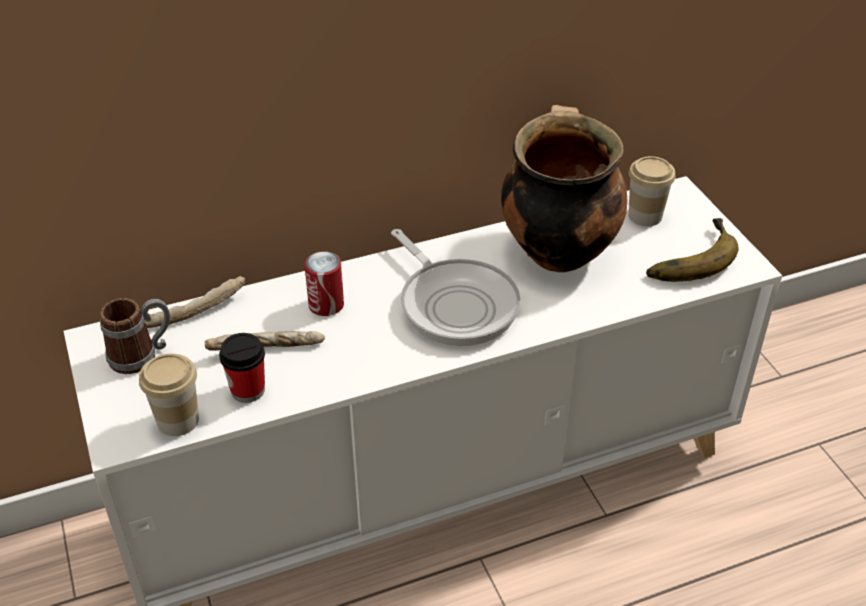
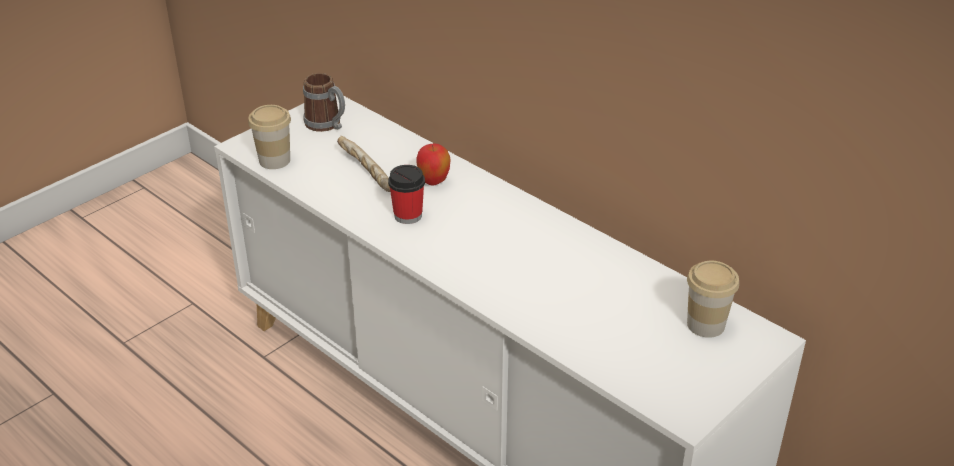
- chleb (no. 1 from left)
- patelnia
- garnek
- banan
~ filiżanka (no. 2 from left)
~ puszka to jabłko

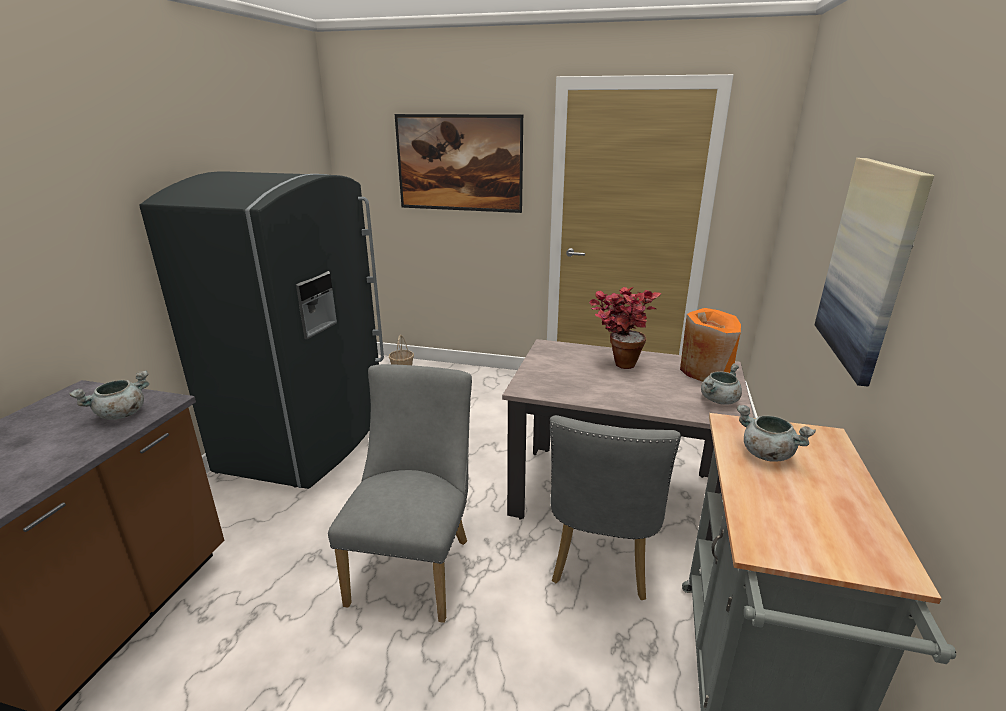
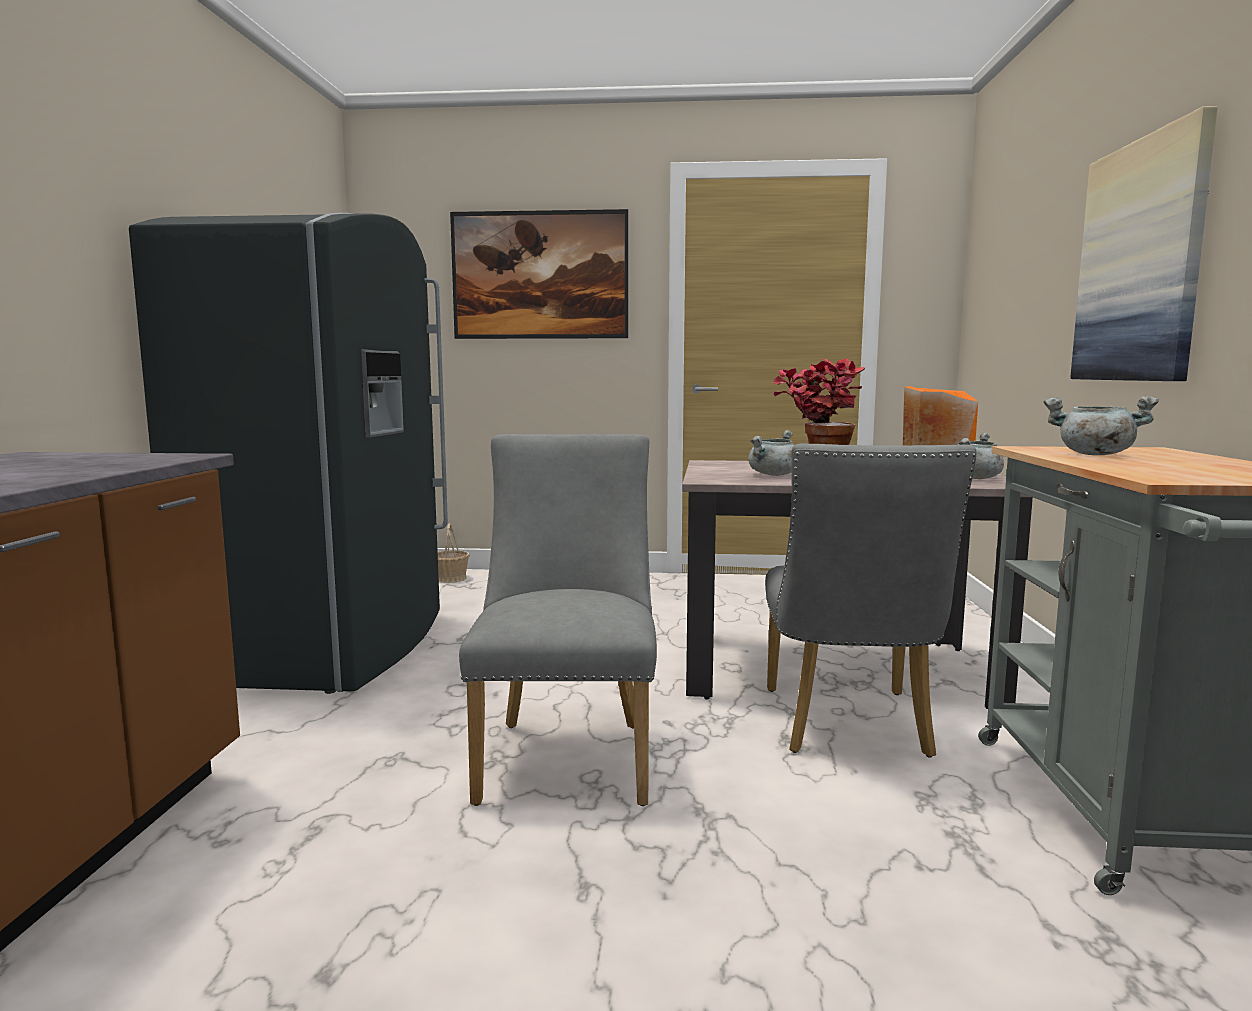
~ garnek [szary] (no. 1 from left)

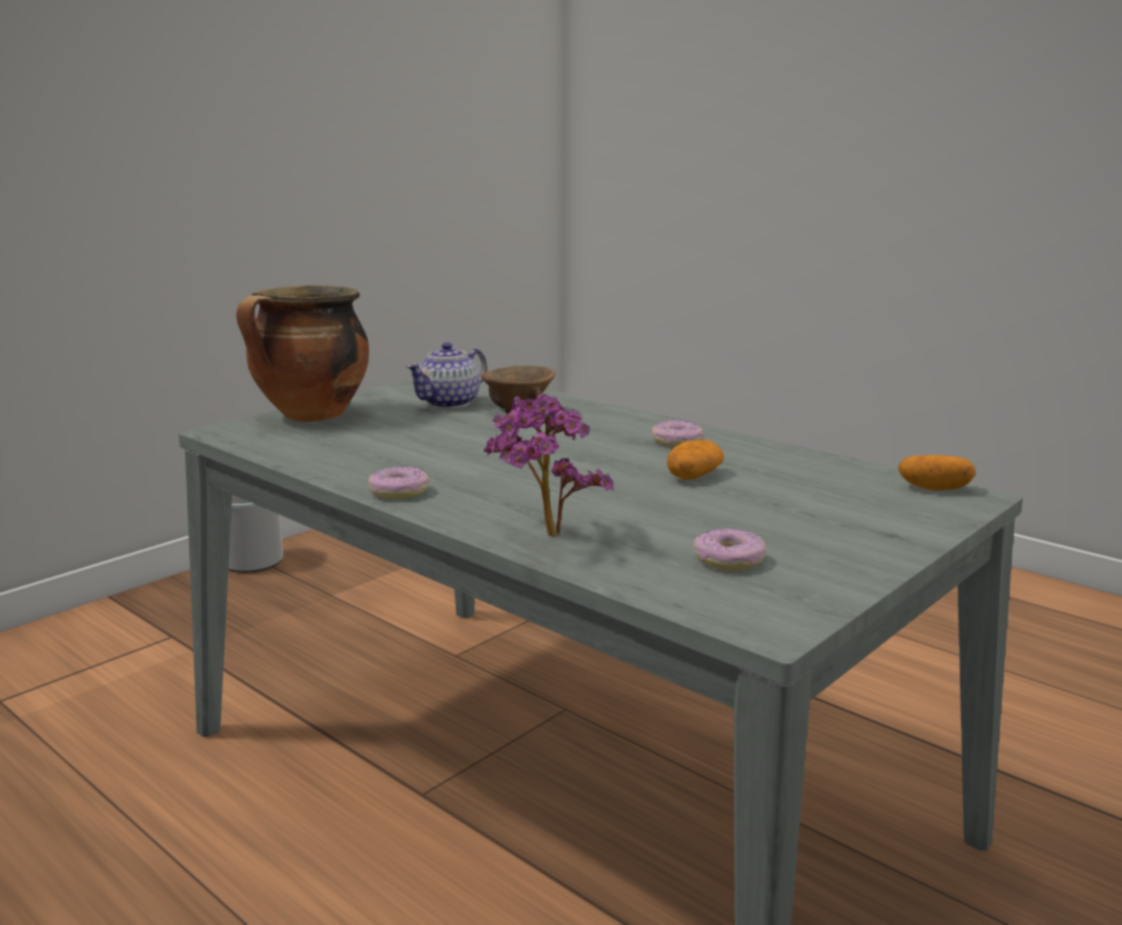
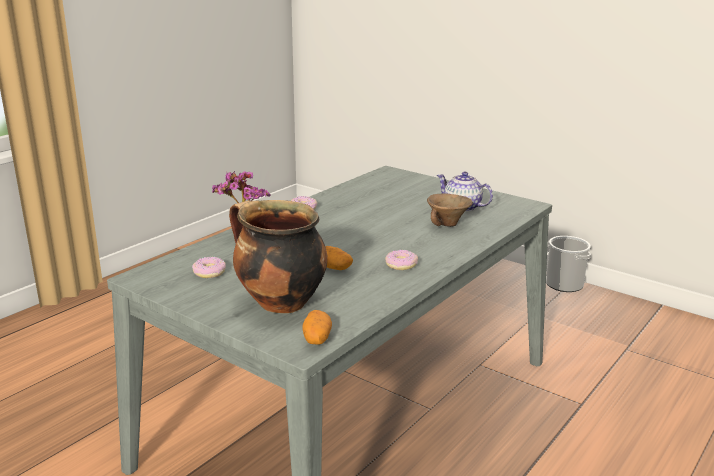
~ garnek

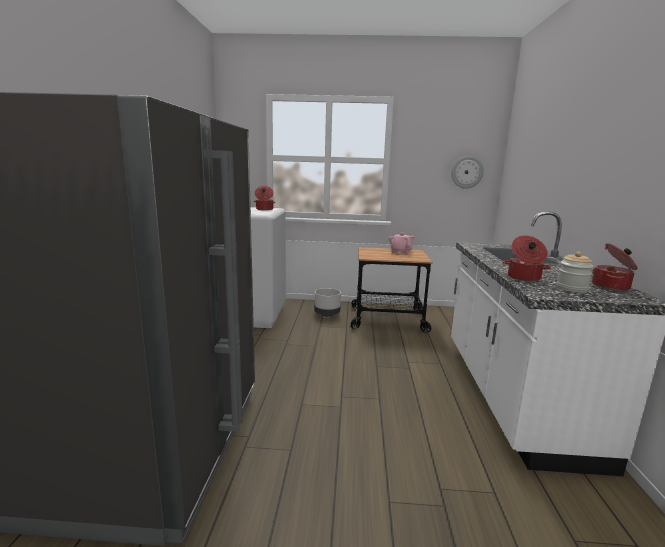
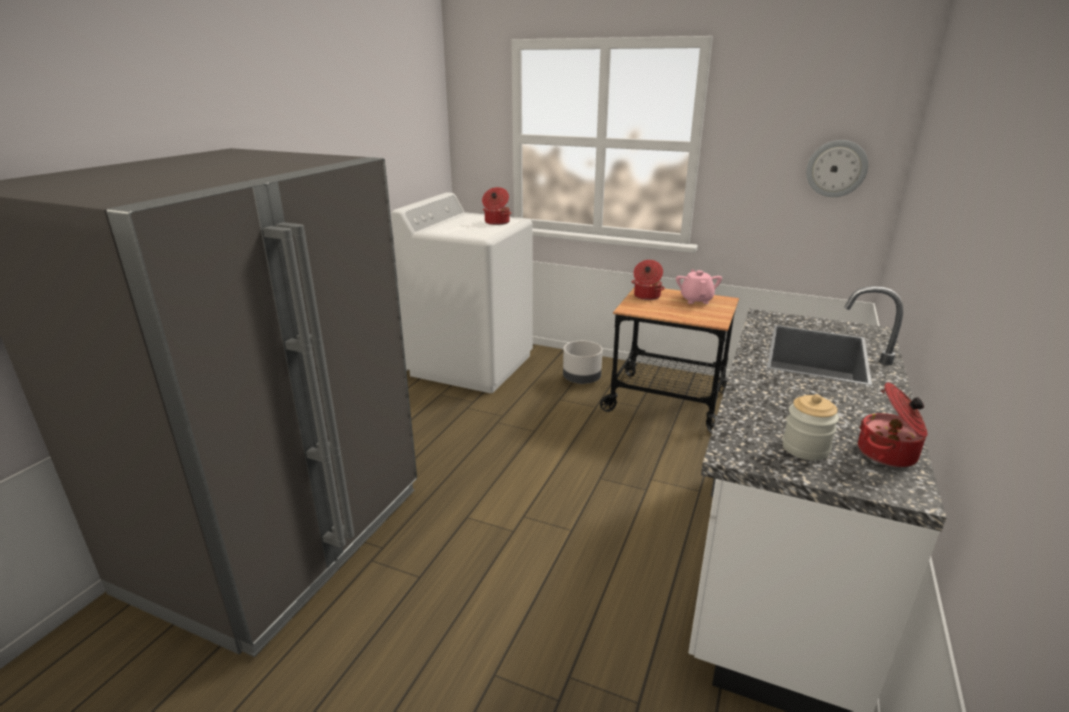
~ garnek (no. 2 from left)

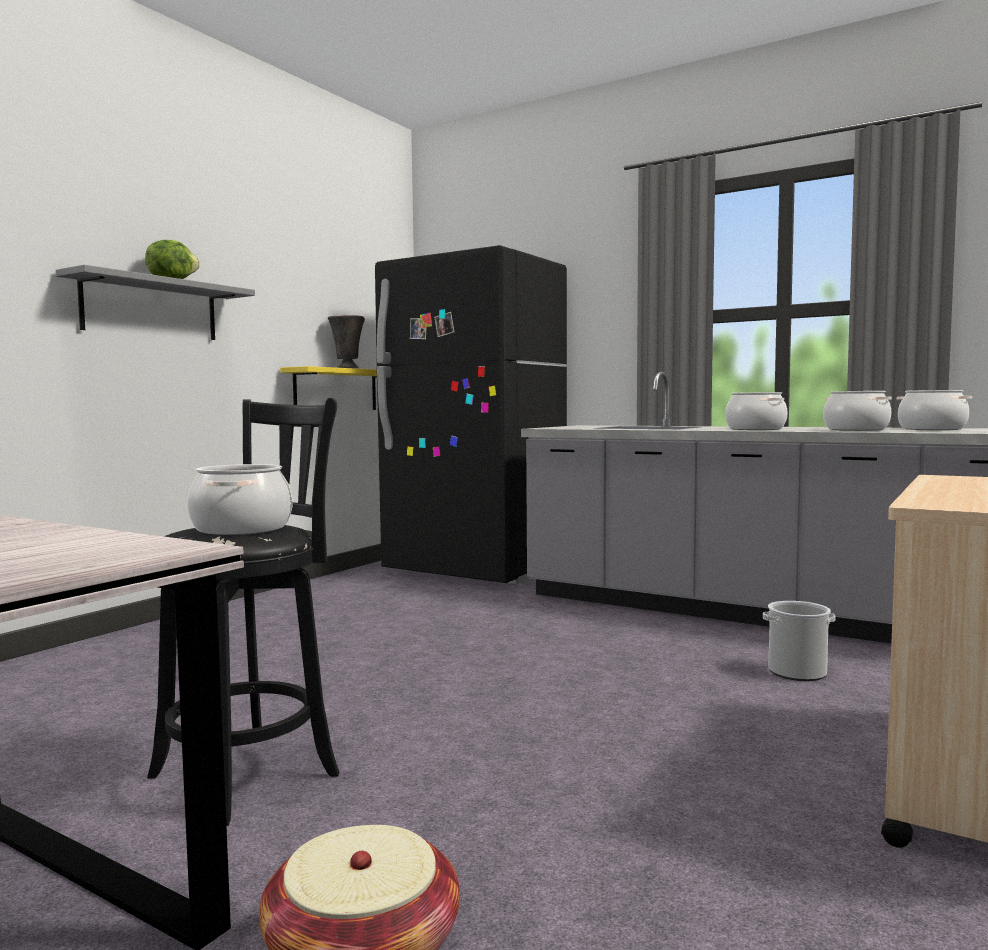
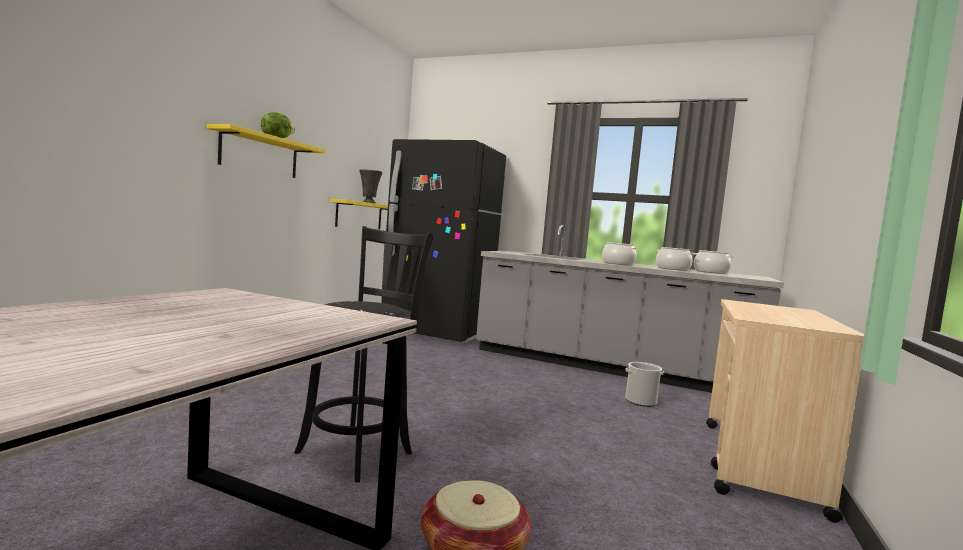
- garnek (no. 1 from left)
~ półka [szary] to półka [żółty] (no. 1 from left)

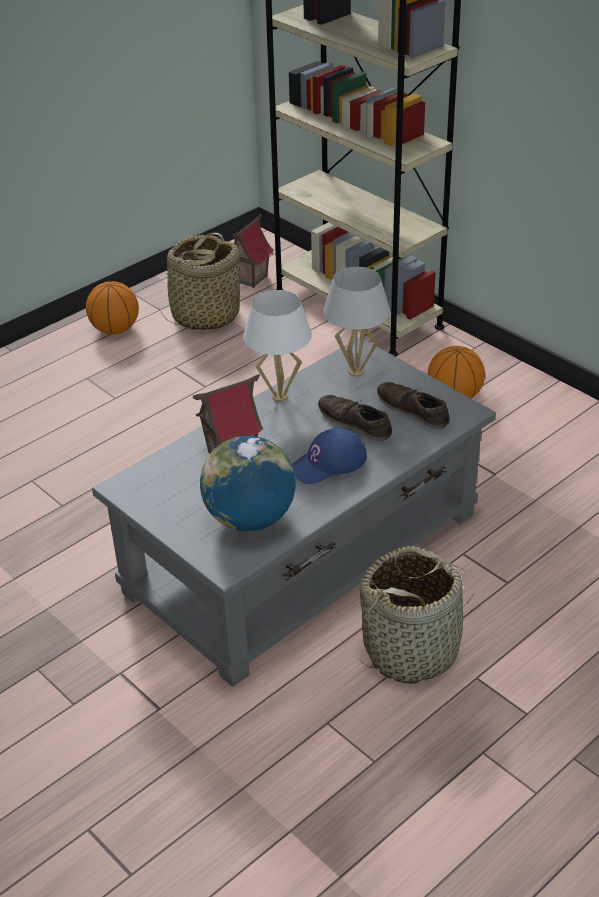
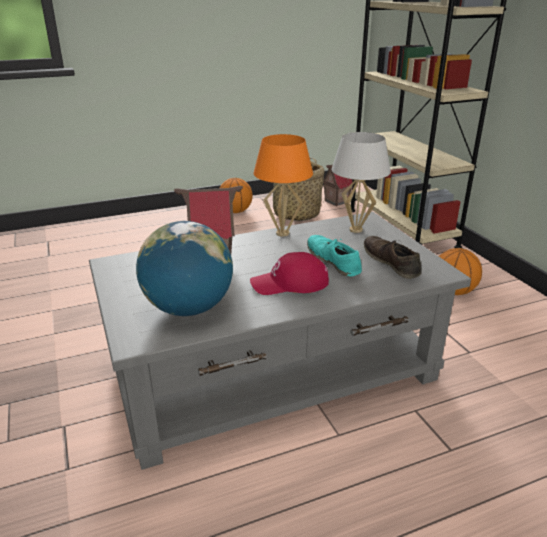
- koszyk (no. 2 from left)
~ lampa stołowa [biały] (no. 1 from left) to lampa stołowa [pomarańczowy]
~ czapka z daszkiem [niebieski] to czapka z daszkiem [czerwony]
~ but [brązowy] (no. 1 from left) to but [turkusowy]

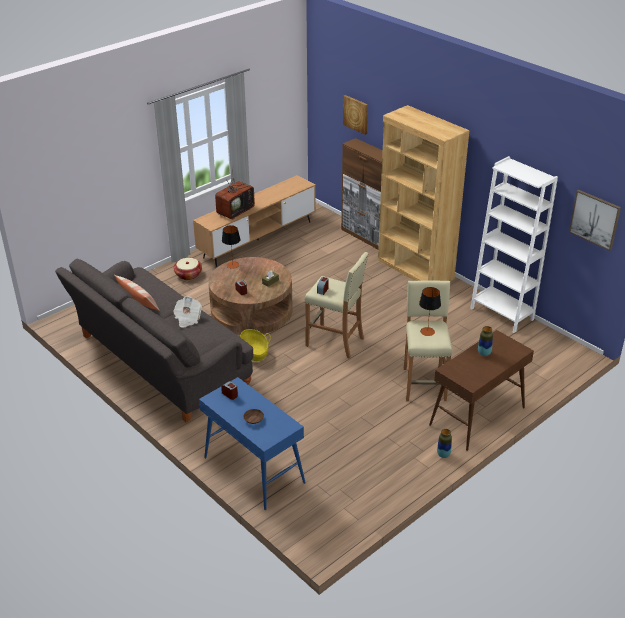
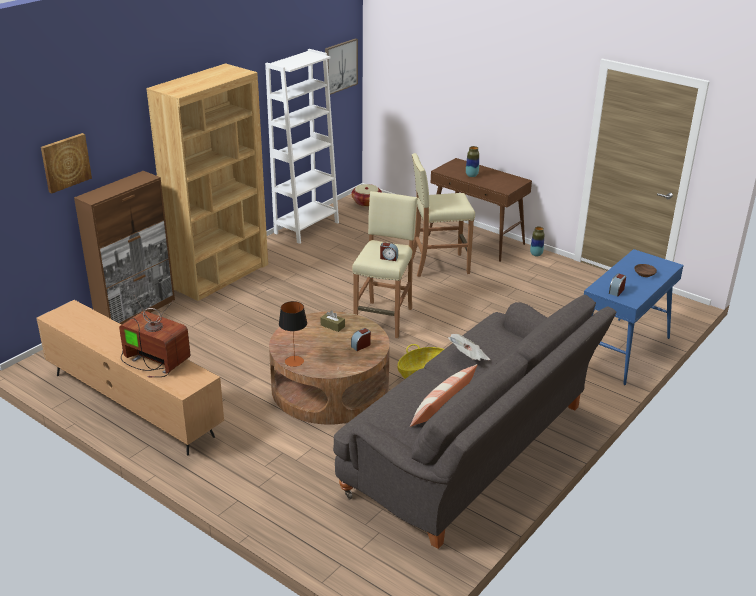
- lampa stołowa (no. 2 from left)
~ koszyk (no. 1 from left)

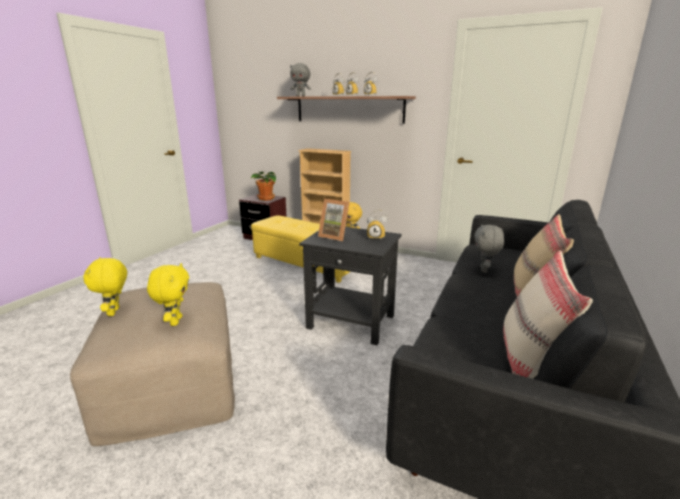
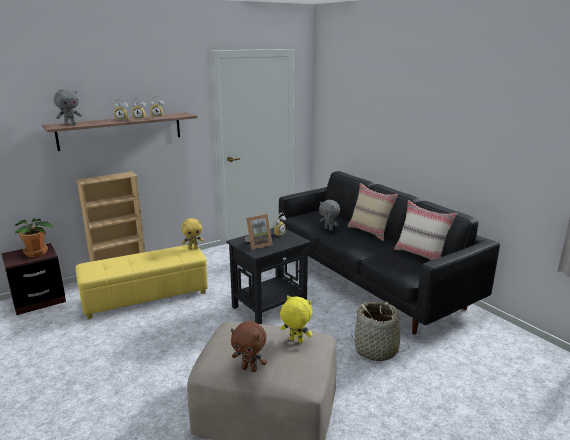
+ koszyk
~ pluszak [żółty] (no. 1 from left) to pluszak [brązowy]

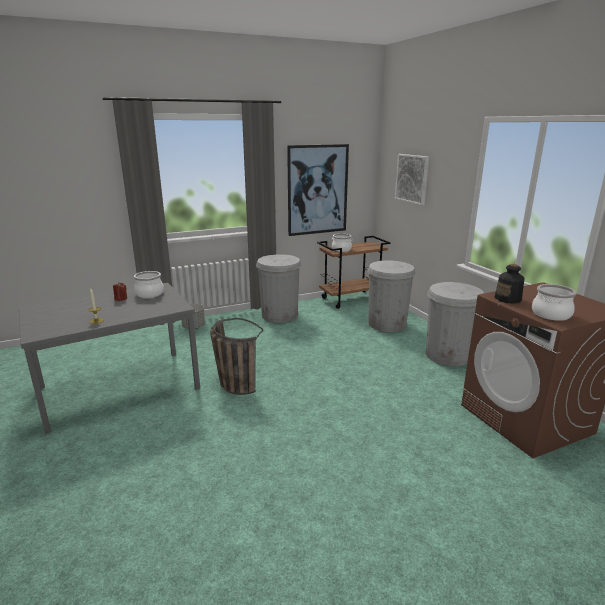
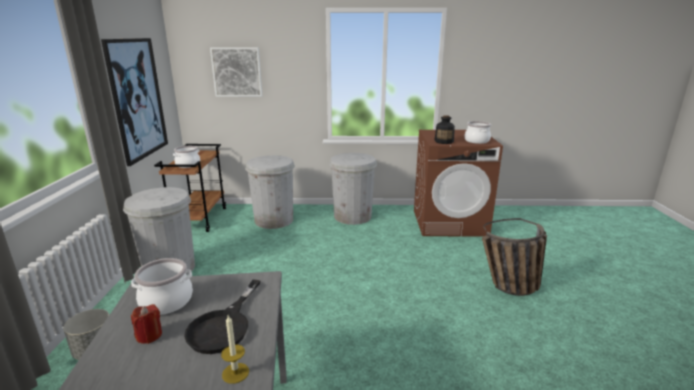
+ patelnia [czarny]
~ koszyk

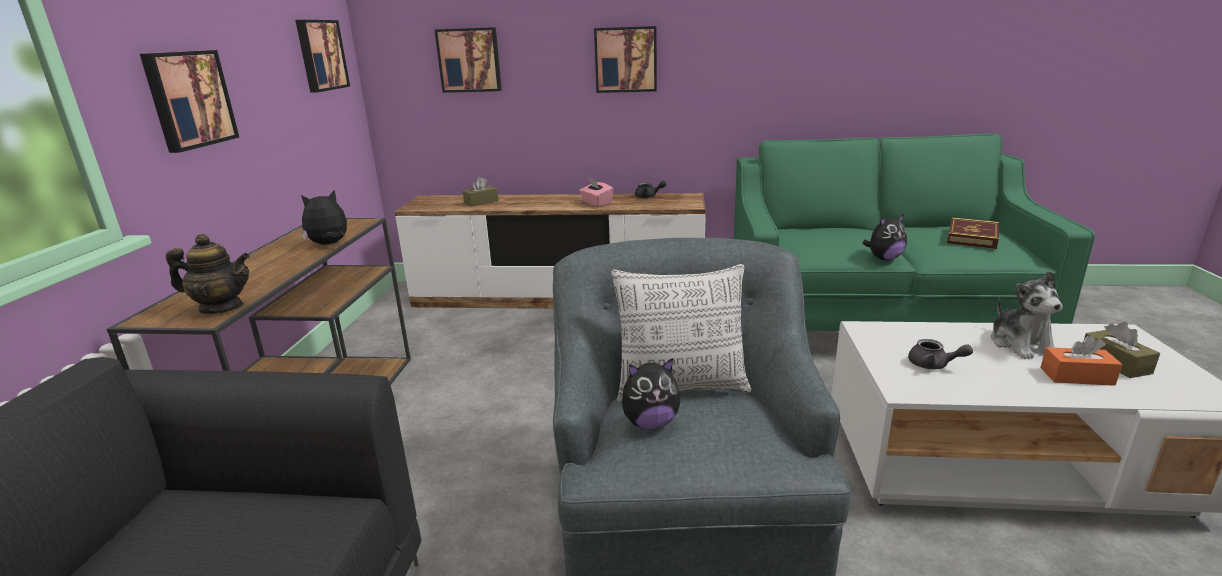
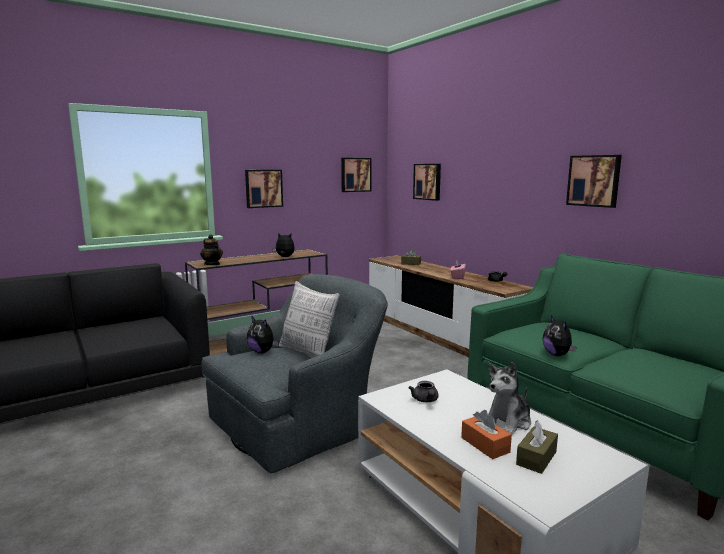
- książka
~ obraz (no. 4 from left)
~ pluszak (no. 3 from left in the first image) 45 degrees clockwise

